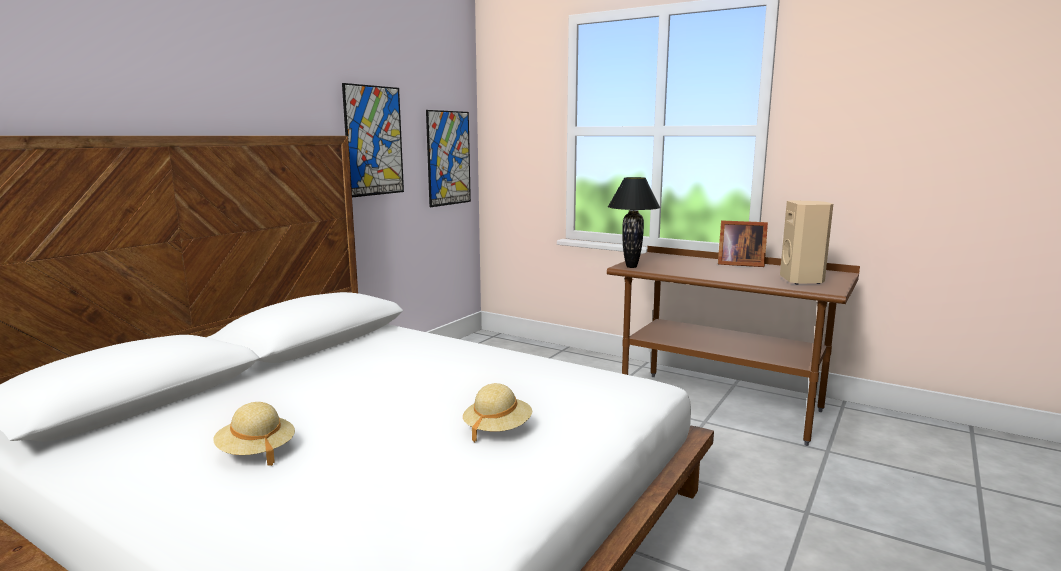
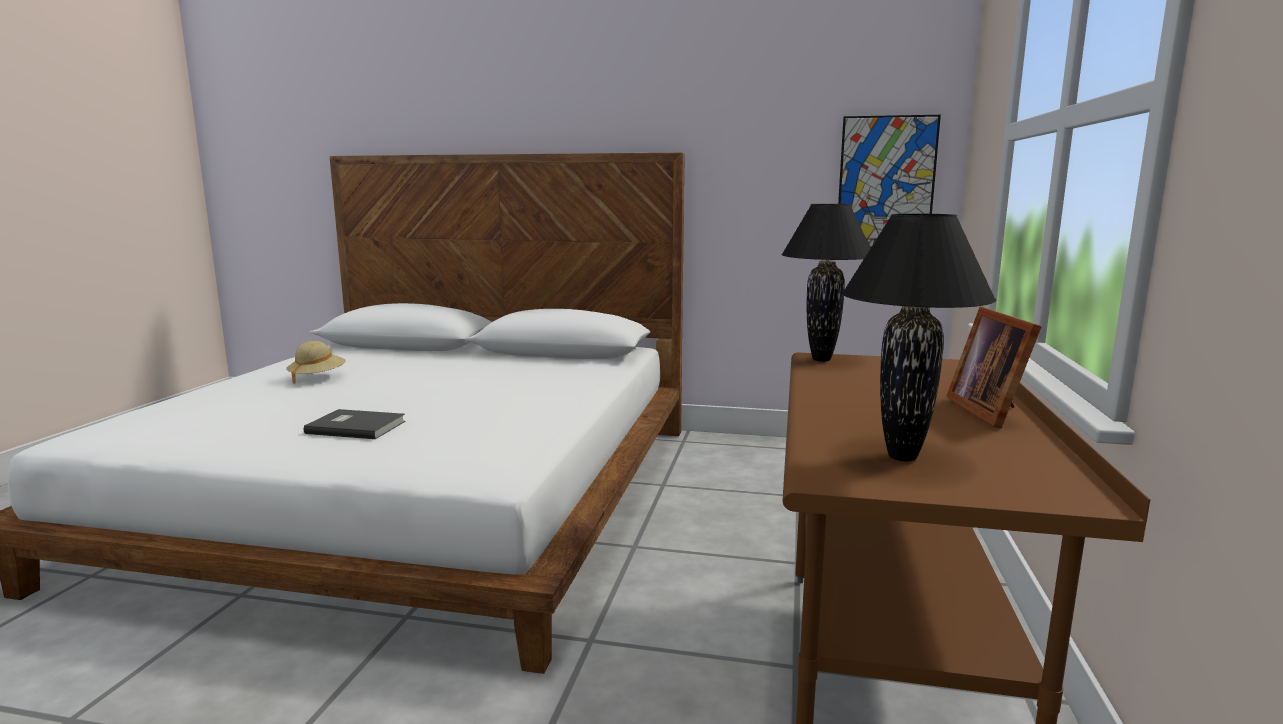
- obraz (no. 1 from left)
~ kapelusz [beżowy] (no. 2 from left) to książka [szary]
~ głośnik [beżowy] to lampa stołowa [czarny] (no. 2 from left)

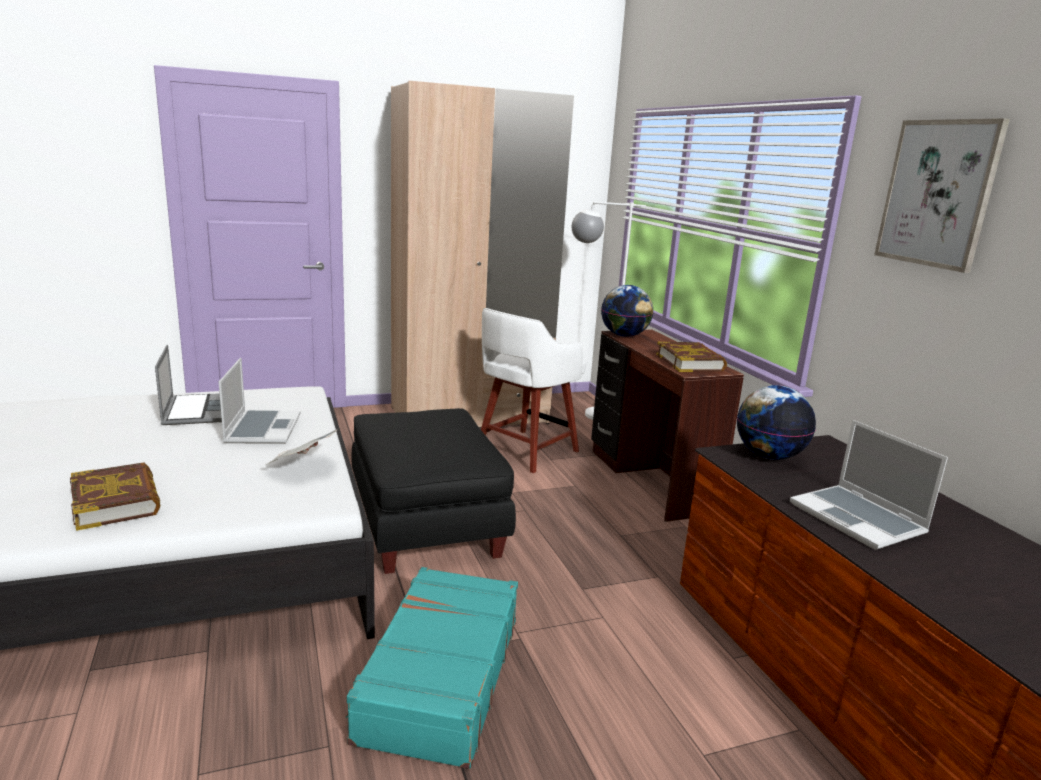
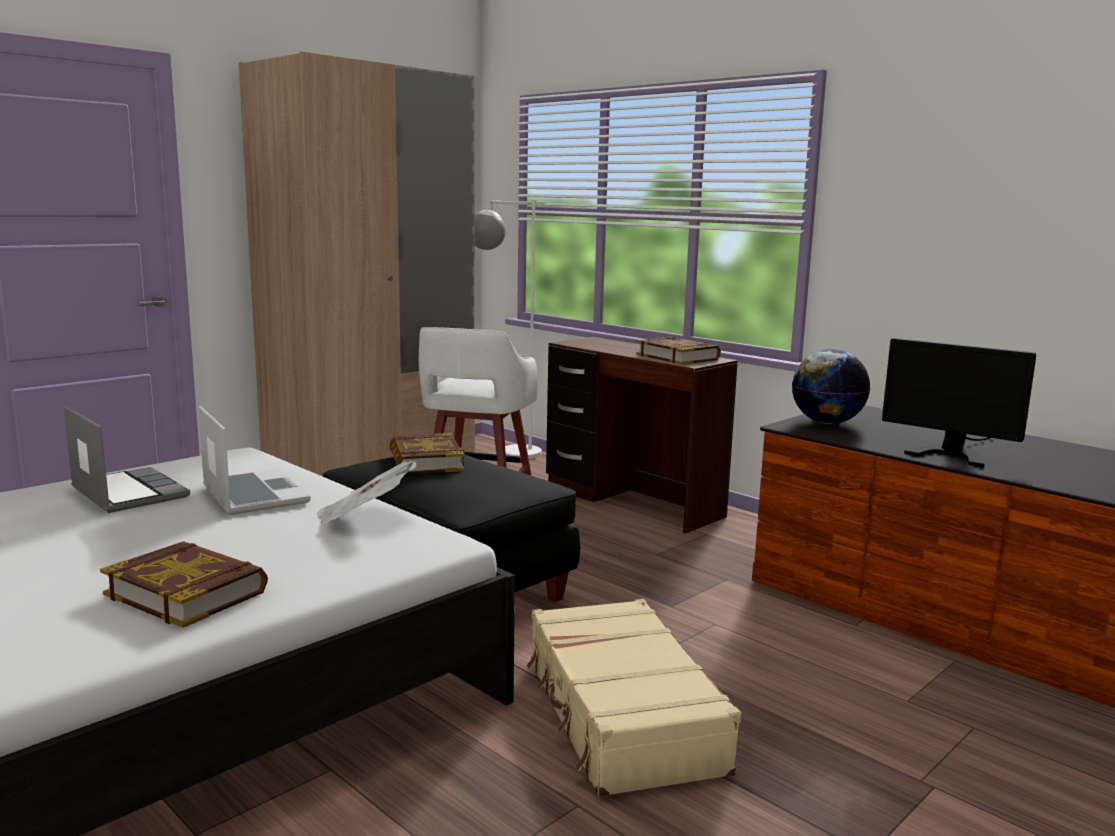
- globus (no. 1 from left)
- obraz
+ książka (no. 2 from left)
~ laptop (no. 3 from left) to monitor
~ walizka [turkusowy] to walizka [beżowy]

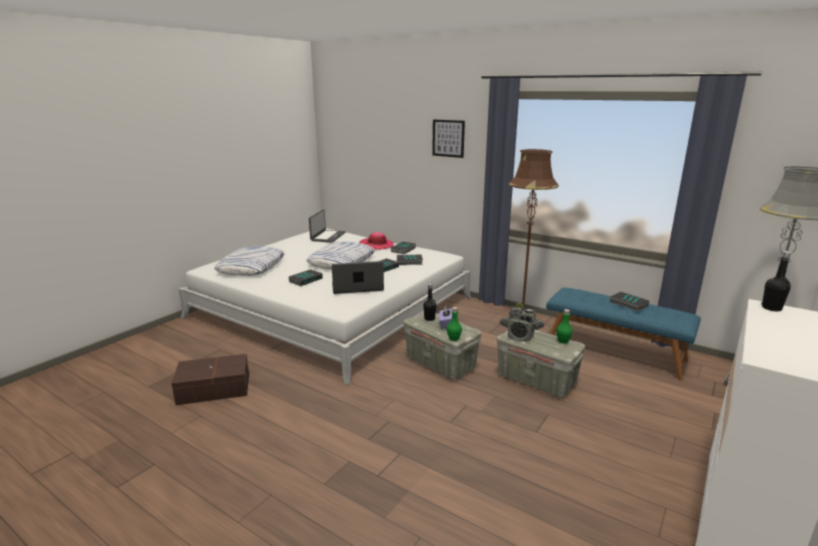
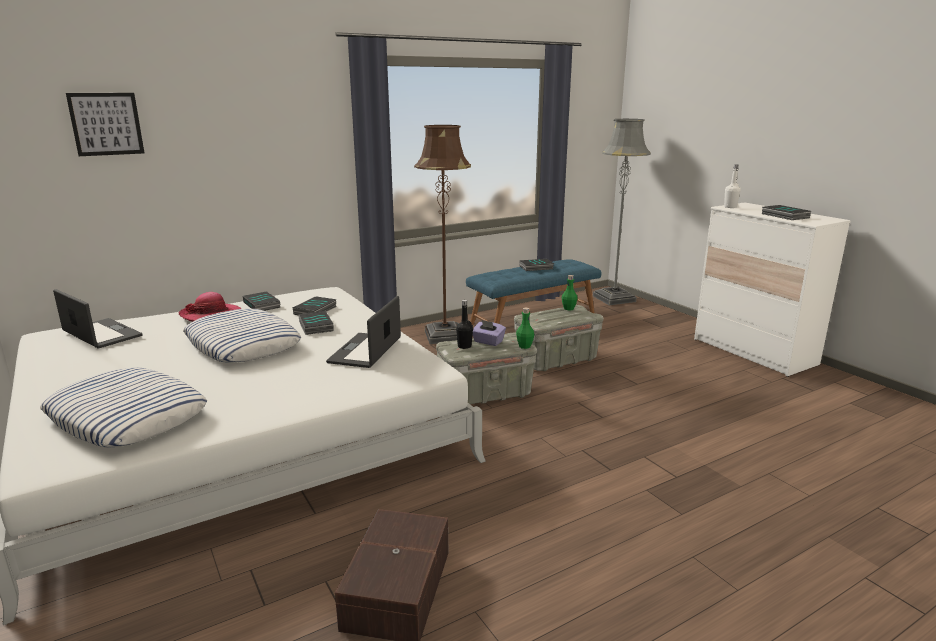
- radio
~ książka (no. 1 from left in the first image) to książka (no. 5 from left)
~ obraz
~ butelka [czarny] (no. 2 from left) to butelka [biały]

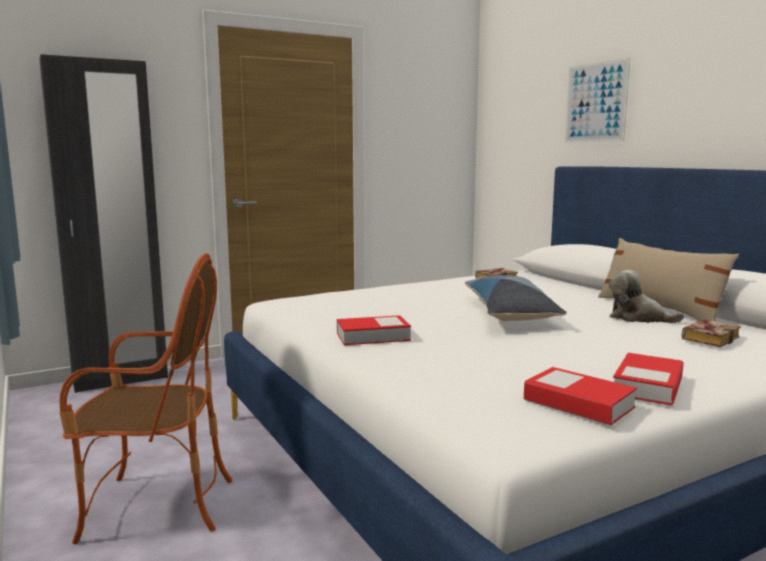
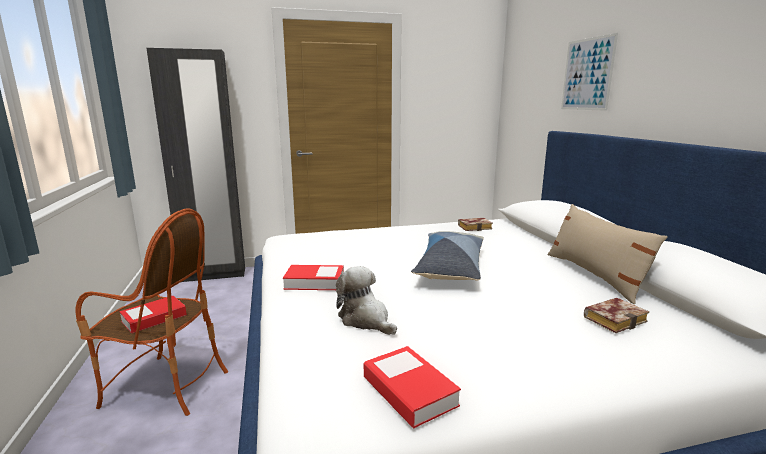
~ pluszak
~ książka (no. 4 from left in the first image) to książka (no. 1 from left)

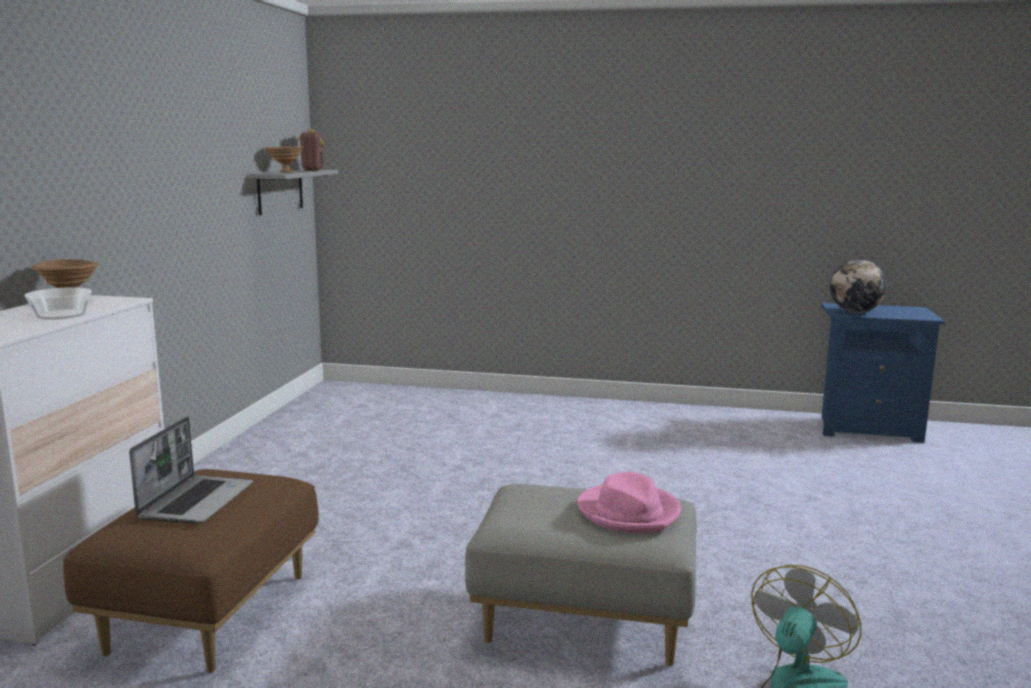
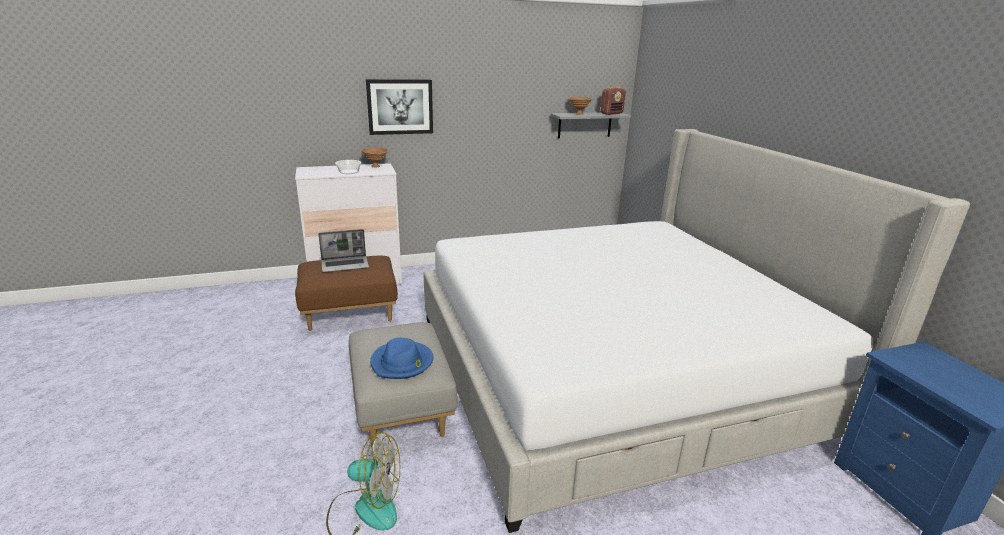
- globus
+ obraz
+ łóżko
~ kapelusz [różowy] to kapelusz [niebieski]

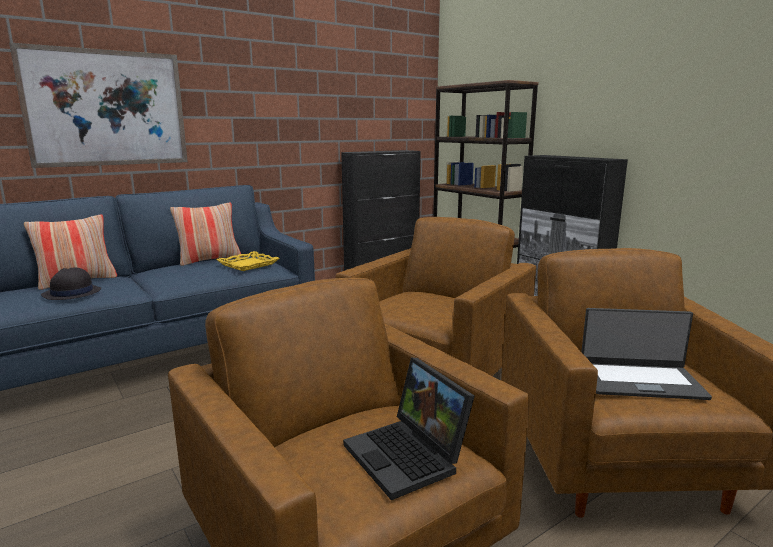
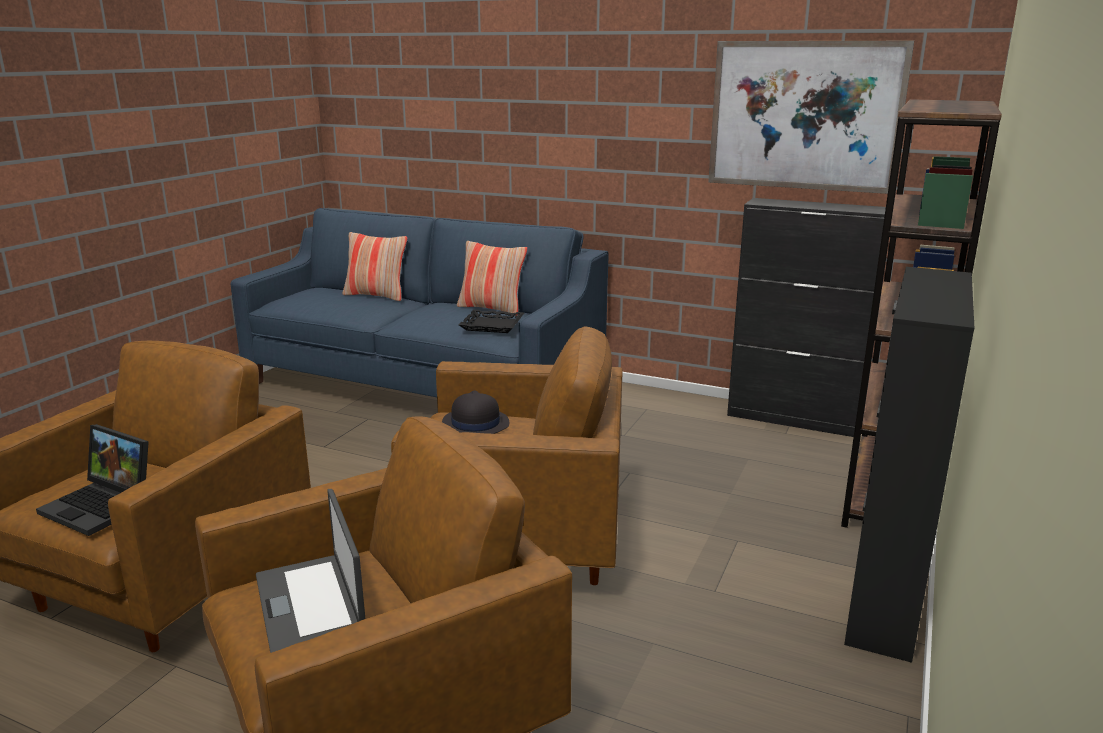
~ obraz
~ kapelusz [czarny]
~ taca [żółty] to taca [czarny]
~ laptop (no. 1 from left) 90 degrees counterclockwise

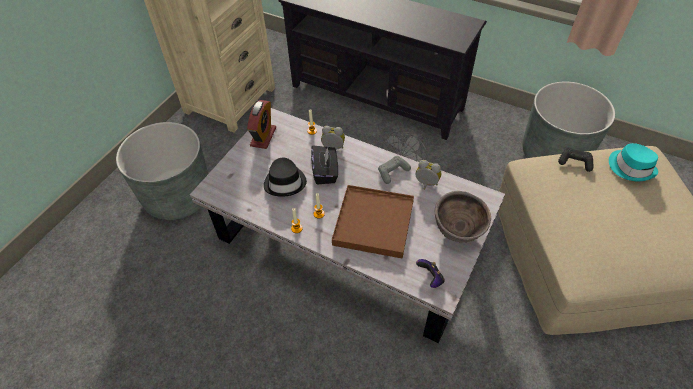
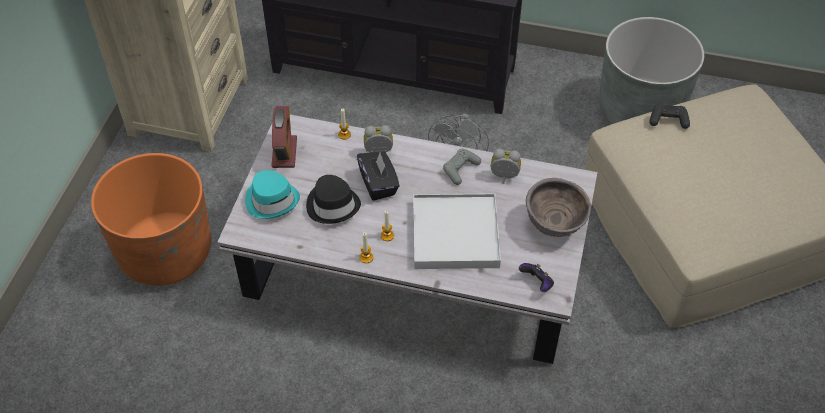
~ kapelusz [turkusowy]
~ donica [szary] (no. 1 from left) to donica [pomarańczowy]
~ taca [brązowy] to taca [biały]

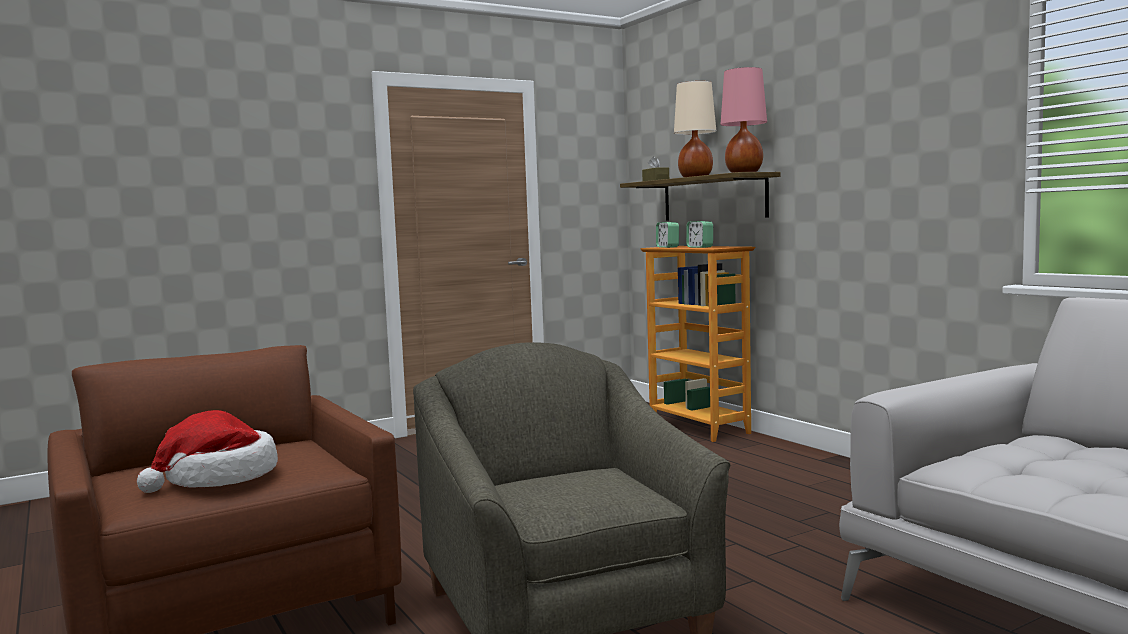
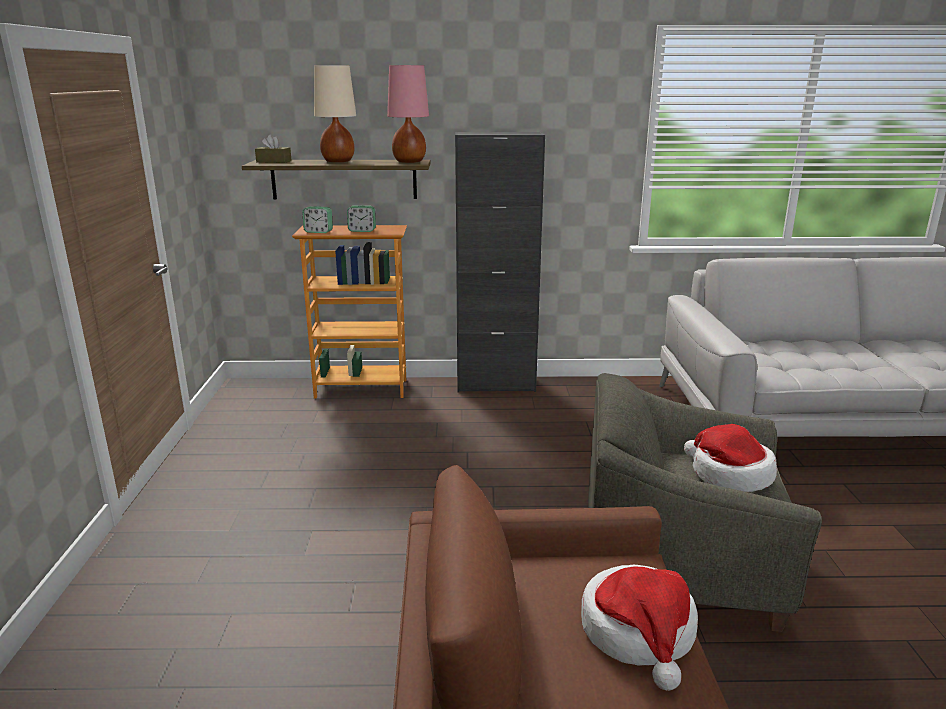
+ szafka [czarny]
+ kapelusz (no. 2 from left)

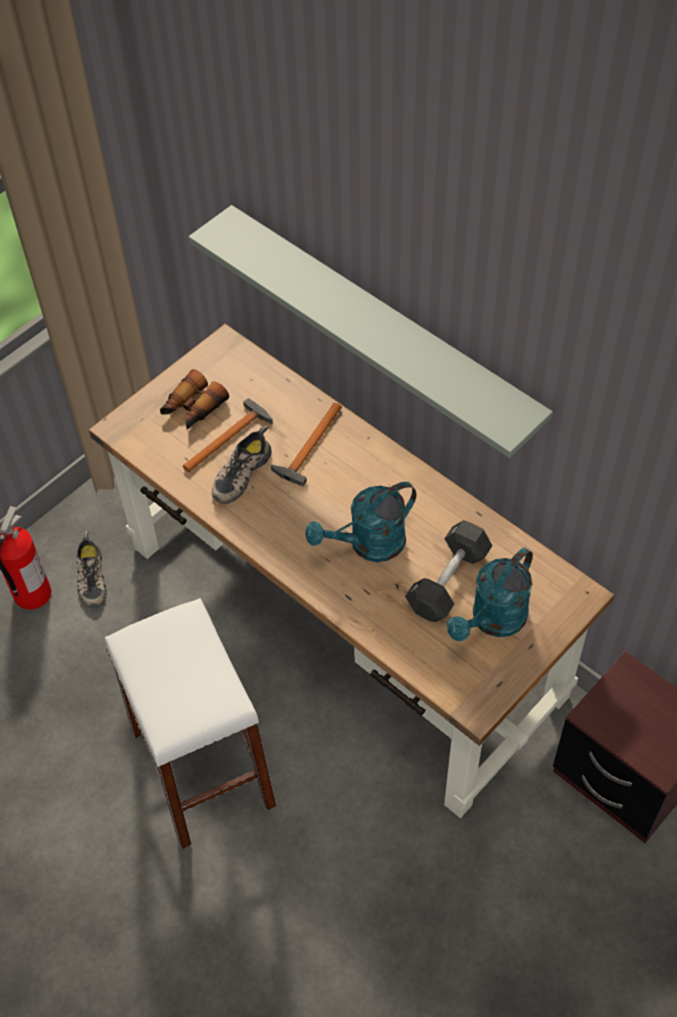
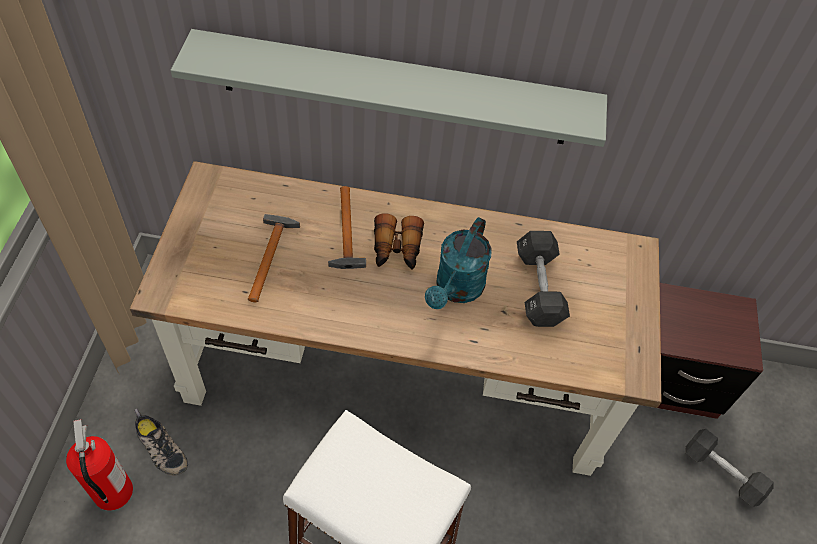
- but (no. 2 from left)
- konewka [turkusowy] (no. 2 from left)
+ hantel [czarny] (no. 2 from left)
~ lornetka

